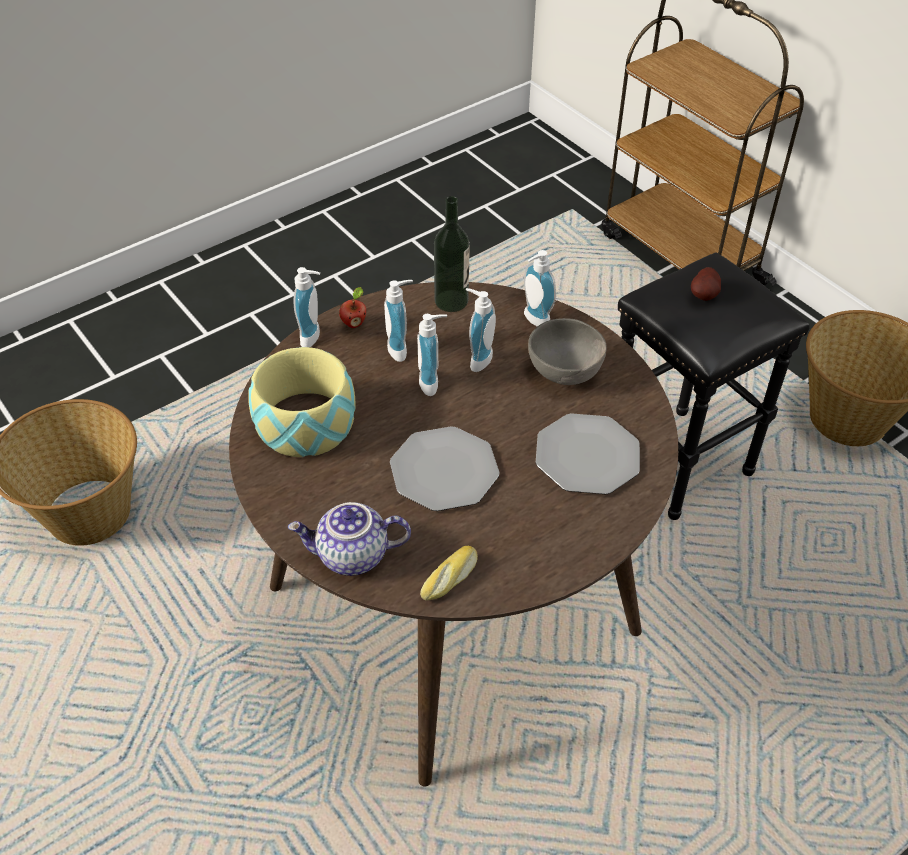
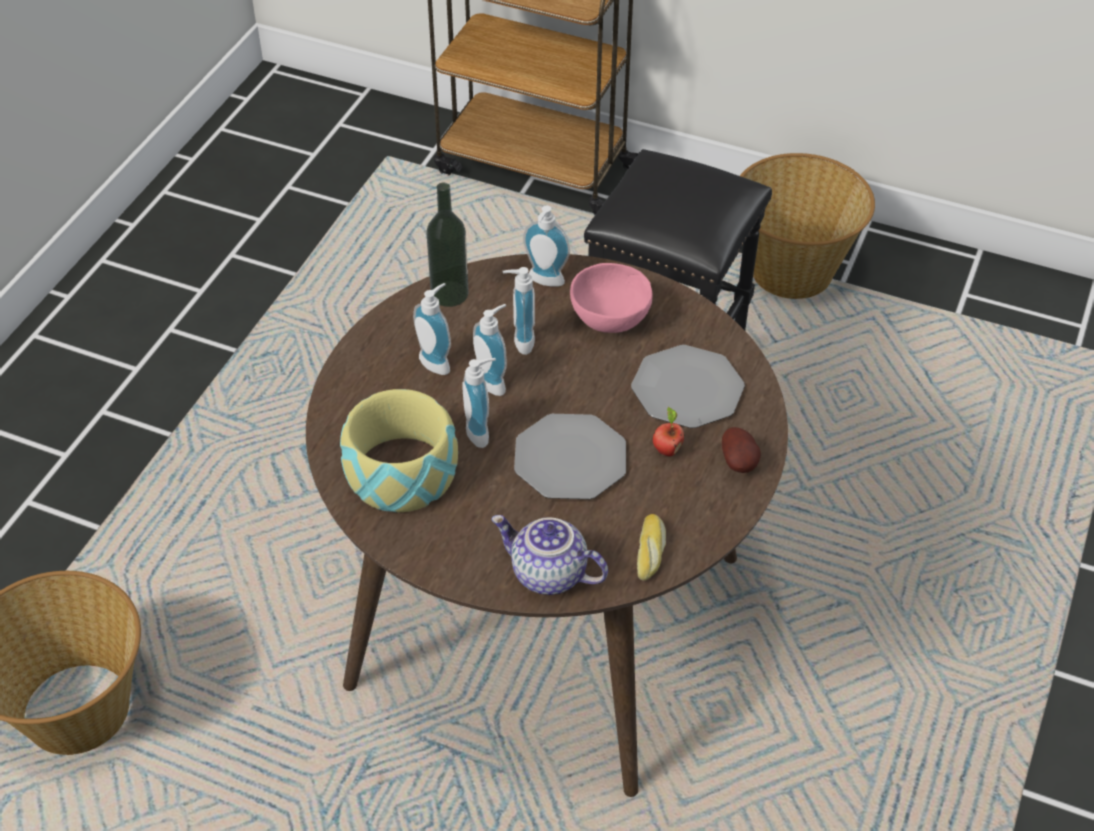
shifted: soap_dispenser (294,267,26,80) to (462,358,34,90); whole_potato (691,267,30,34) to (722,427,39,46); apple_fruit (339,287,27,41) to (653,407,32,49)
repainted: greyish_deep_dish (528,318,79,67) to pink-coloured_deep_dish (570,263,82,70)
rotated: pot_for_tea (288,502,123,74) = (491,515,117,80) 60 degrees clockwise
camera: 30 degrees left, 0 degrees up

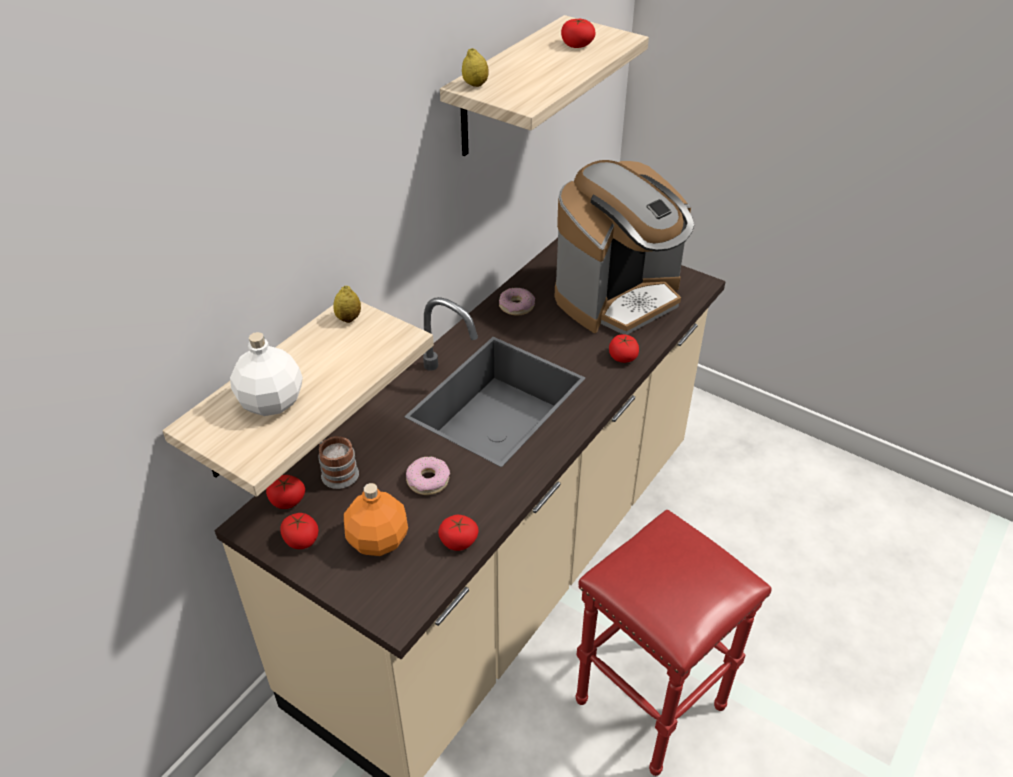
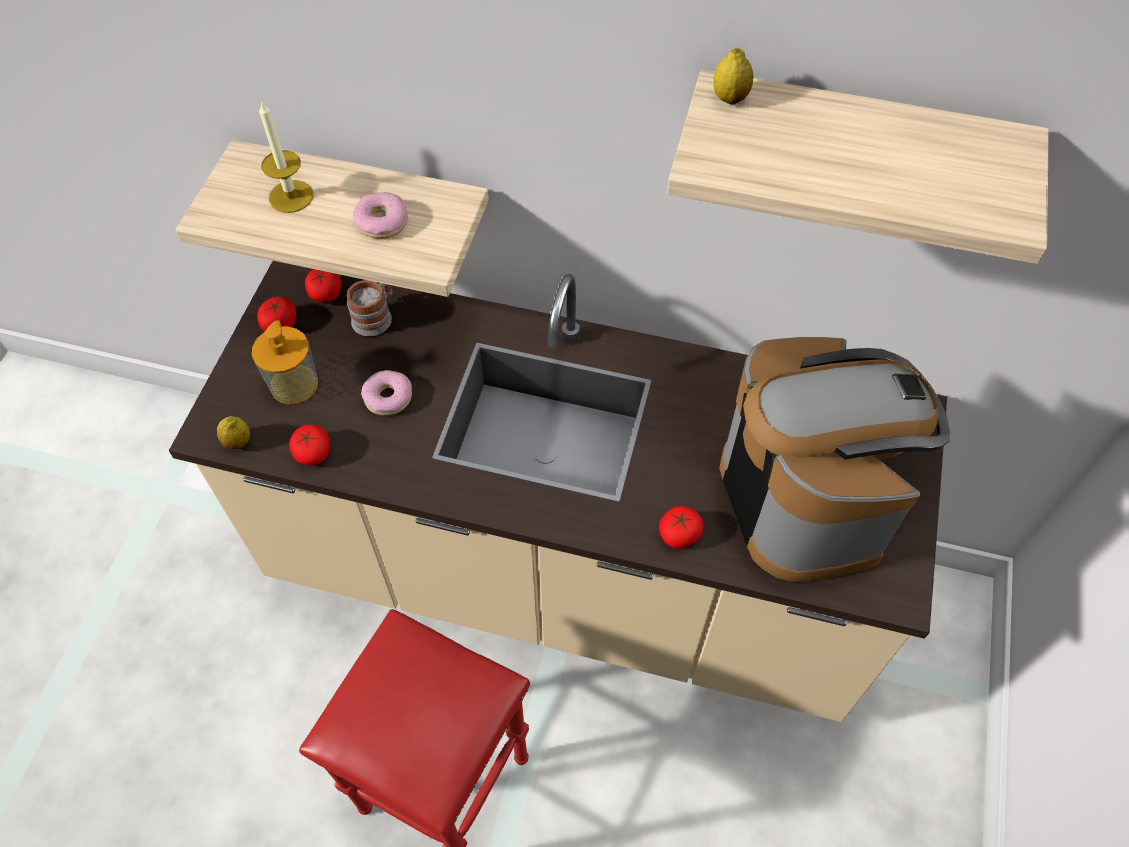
gone: tomato (561,18,35,30)
shifted: citrus_fruit (333,286,28,37) to (217,416,33,33); ring_doughnut (499,288,36,27) to (353,192,55,47)
swapped: white-coloured_drink_bottle (230,332,73,84) to wax_light (259,100,54,113); orangey_drink_bottle (344,483,64,73) to soap_dispenser (252,320,66,85)
rotated: coffee_machine (555,160,139,175) = (719,337,231,245) 135 degrees counterclockwise
camera: 70 degrees right, 15 degrees up

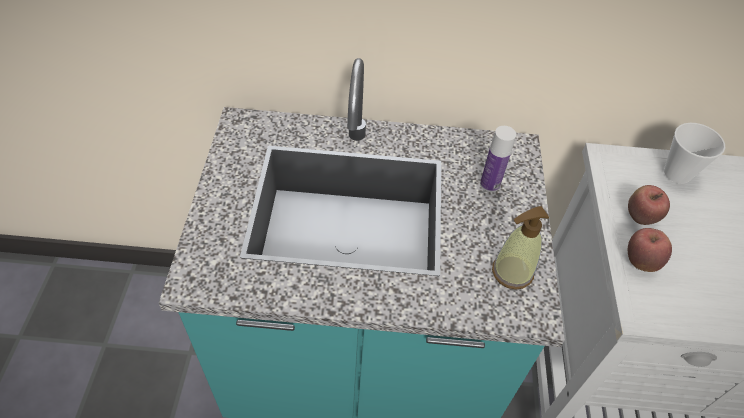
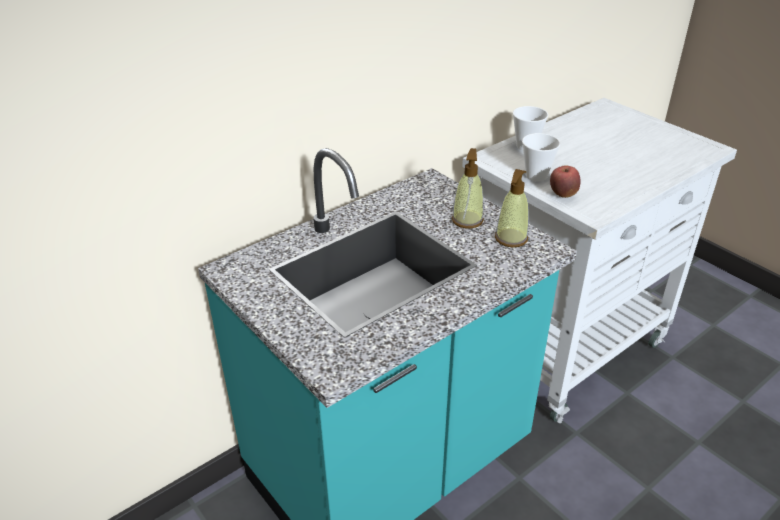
gone: drink_bottle (480,126,36,66)
new: soap_dispenser (452,148,32,80)
swapped: apple_fruit (628,185,42,40) to cup (522,133,38,49)
camera: 40 degrees left, 15 degrees down

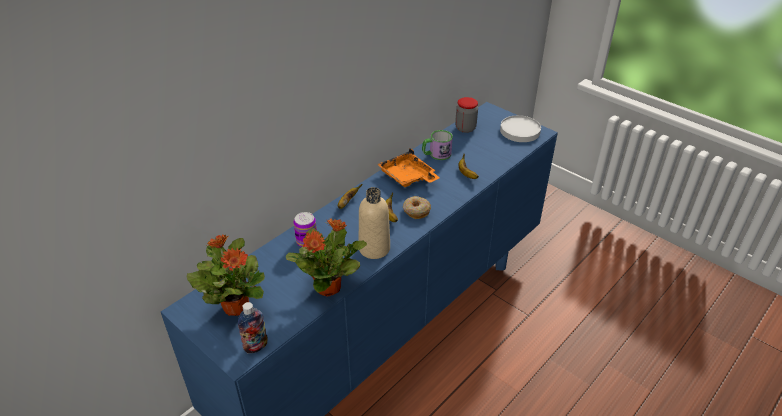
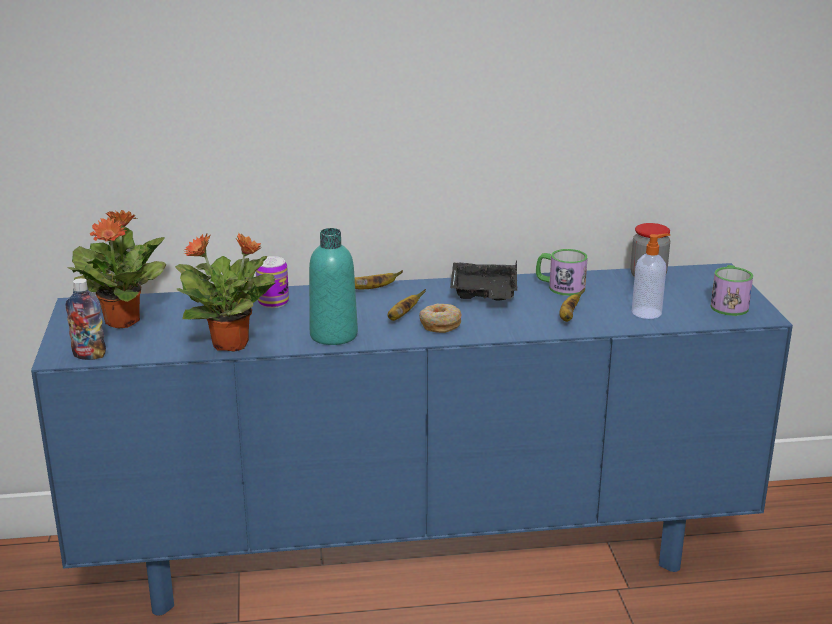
new: soap_dispenser (632,234,38,85)
swapped: white-coloured_flat_dish (500,115,41,27) to tea_mug (711,265,42,51)
repainted: orangey_serving_tray (377,149,63,38) to black-coloured_serving_tray (450,260,67,41); sand-coloured_drink_bottle (359,187,31,72) to turquoise_drink_bottle (309,228,49,117)
camera: 40 degrees right, 15 degrees down

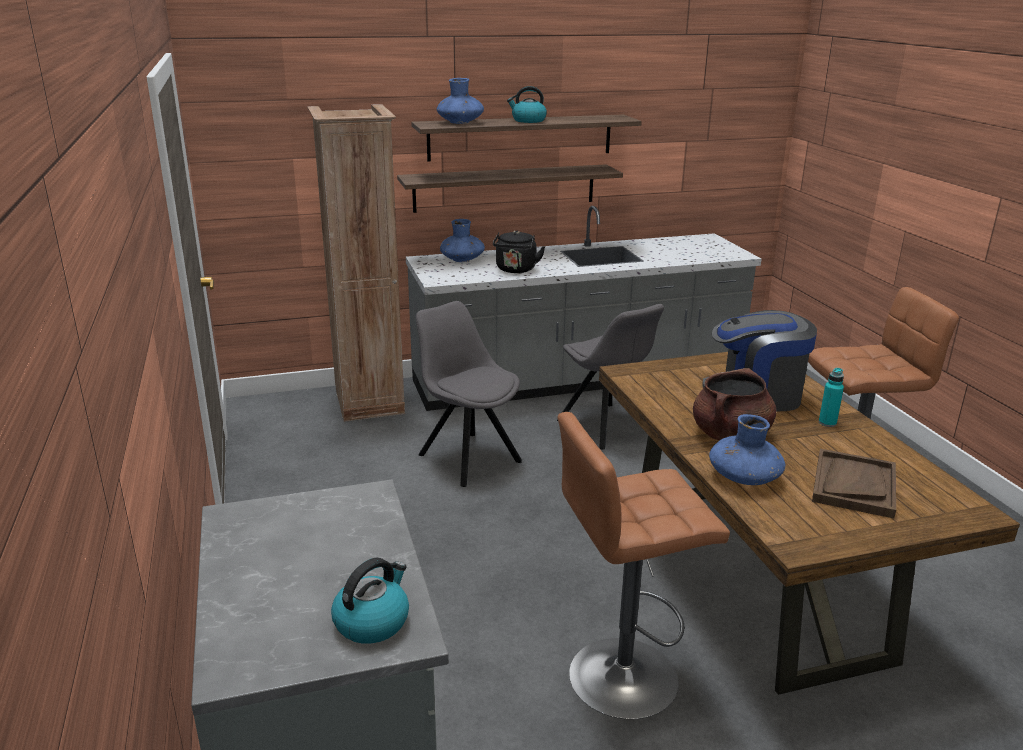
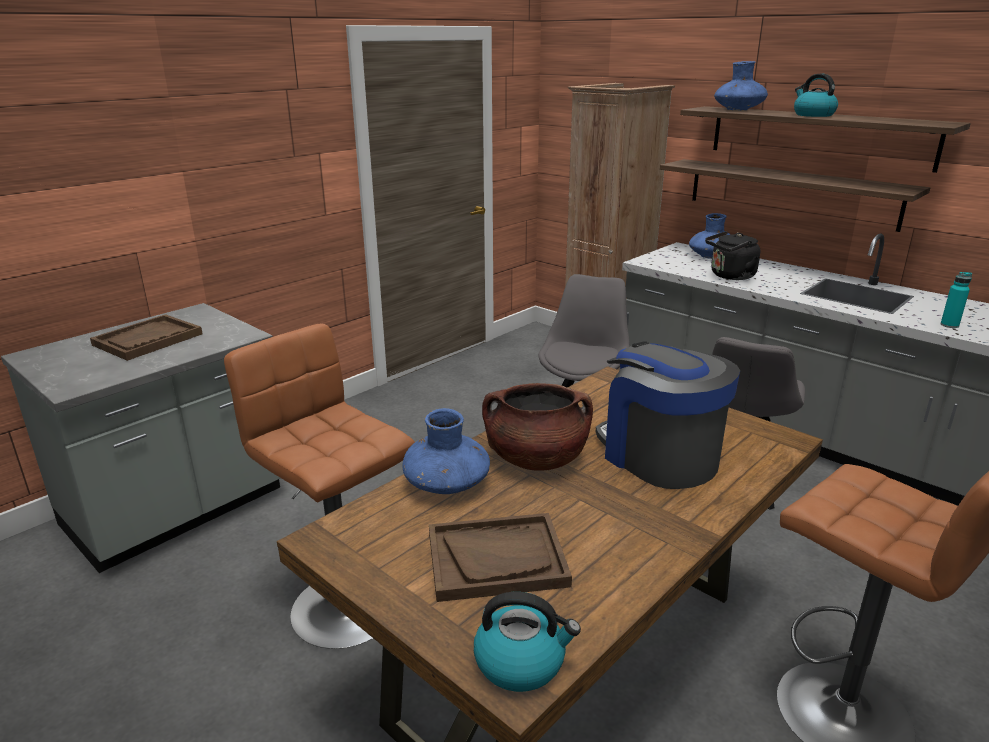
new: brown_serving_tray (90,314,113,47)
shifted: turquoise_drink_bottle (819,368,25,59) to (940,272,32,56); water_kettle (331,558,78,86) to (474,592,107,100)
camera: 60 degrees right, 0 degrees up

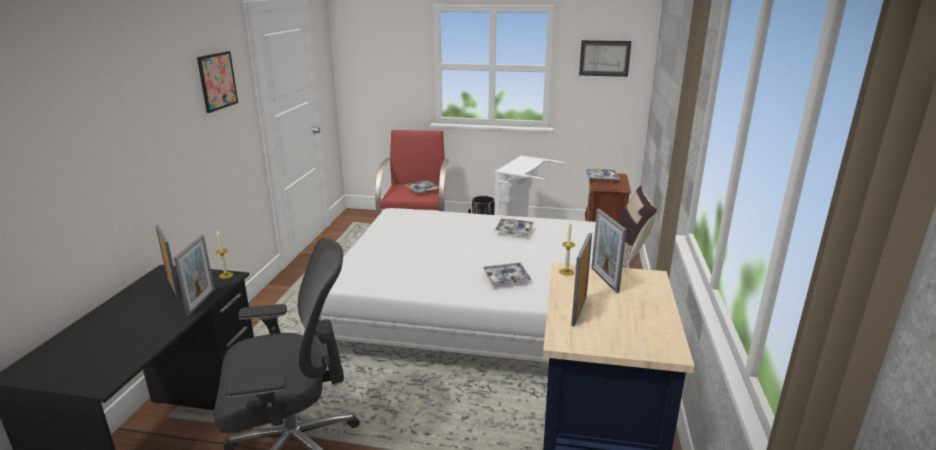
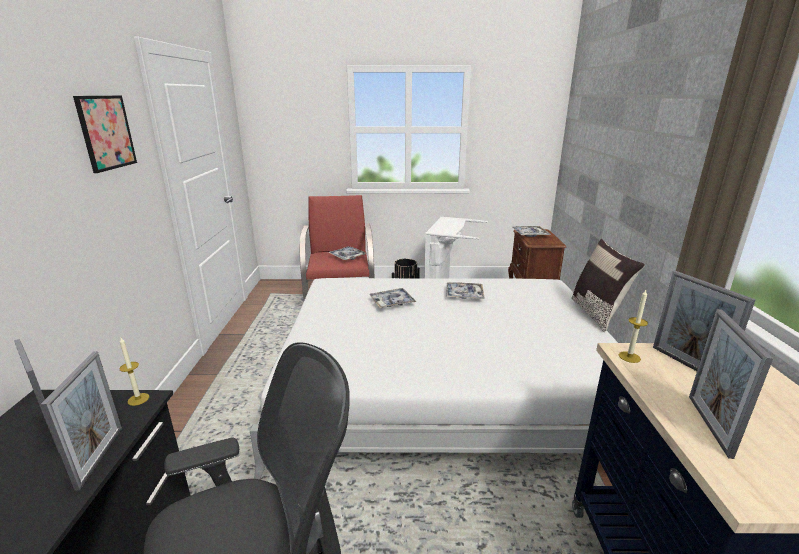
gone: wall_picture (579,40,53,37)
shifted: serving_tray (483,263,48,21) to (369,288,47,20)
camera: 10 degrees left, 0 degrees up

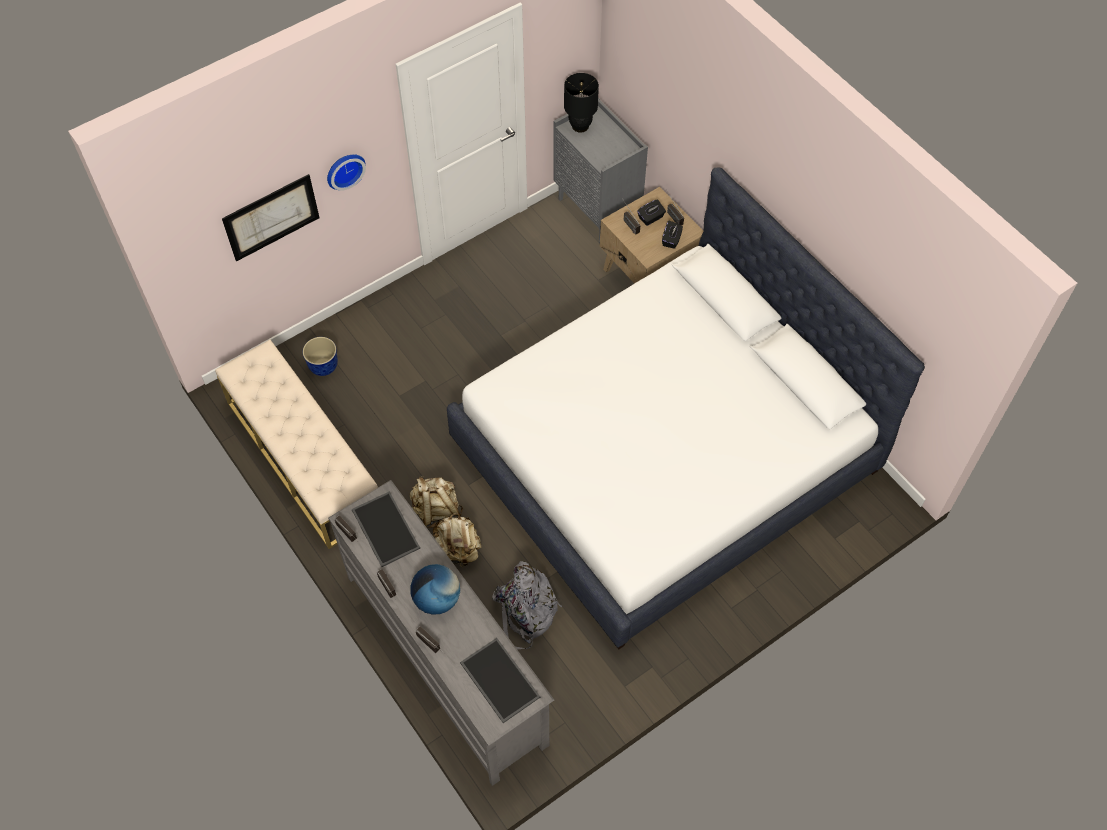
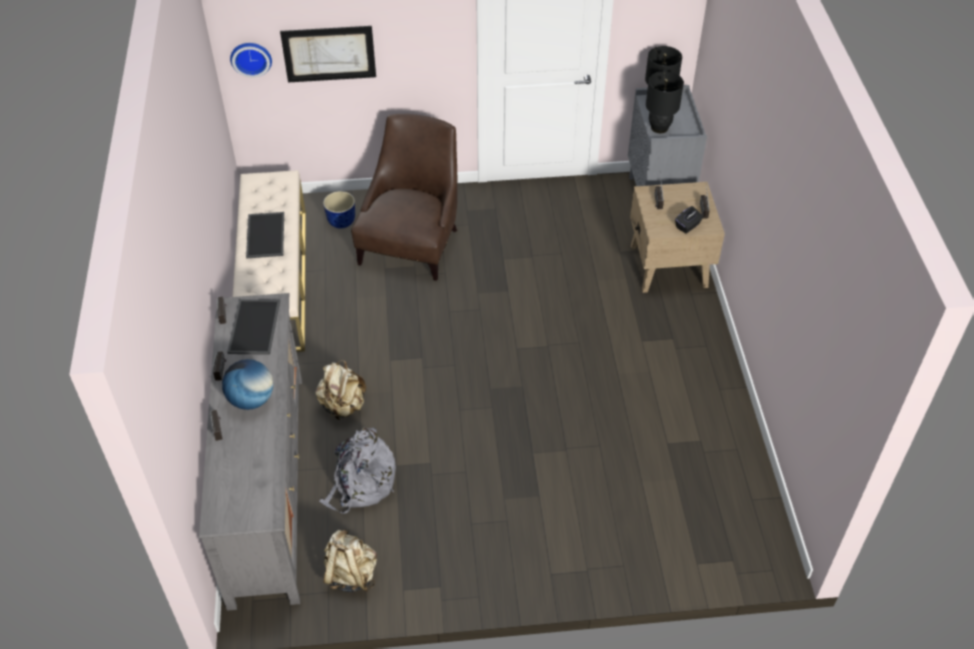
gone: white-coloured_bedroom_bed (447,167,478,483); black-coloured_box_of_tissues (637,199,29,27)
new: black-coloured_tabletop_lamp (646,71,38,62); brown_armchair (351,114,107,167)
shifted: hanging_clock (327,154,39,37) to (230,43,42,35); sand-coloured_backpack (410,476,53,52) to (323,529,54,63); serving_tray (460,638,80,85) to (246,212,38,47)
camera: 30 degrees right, 10 degrees down

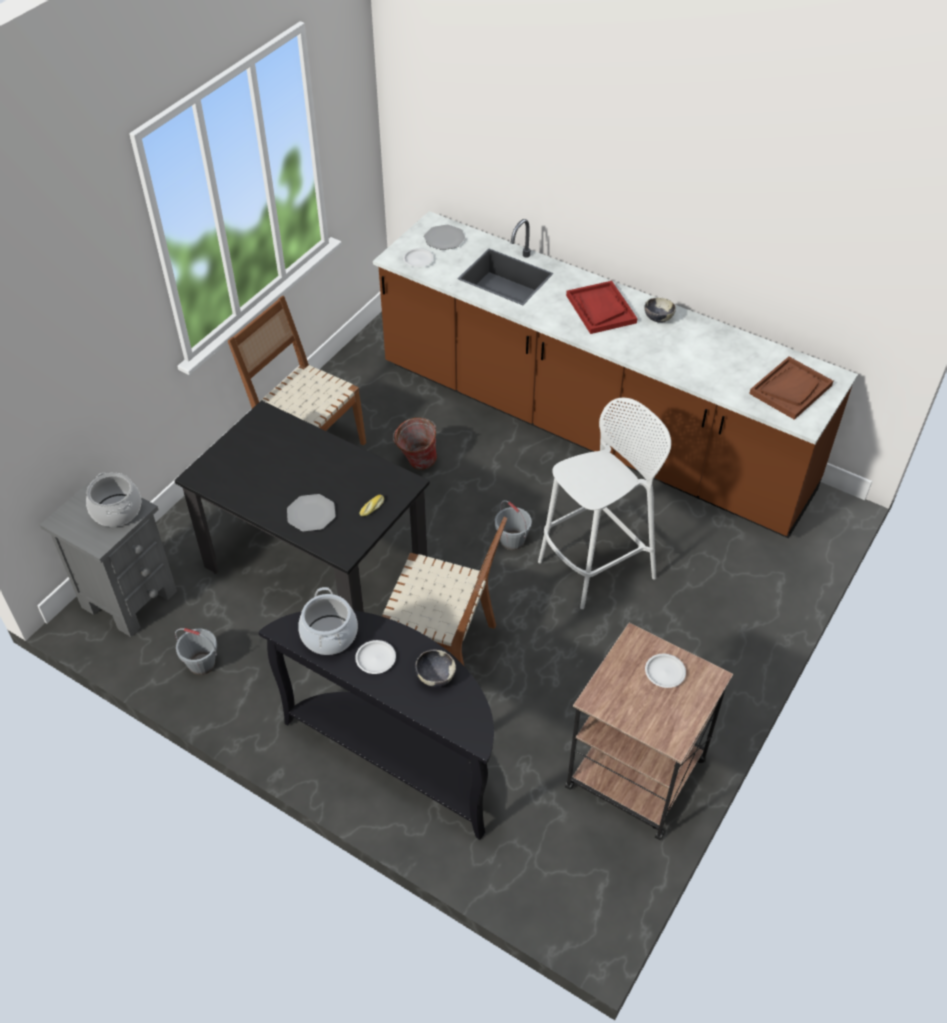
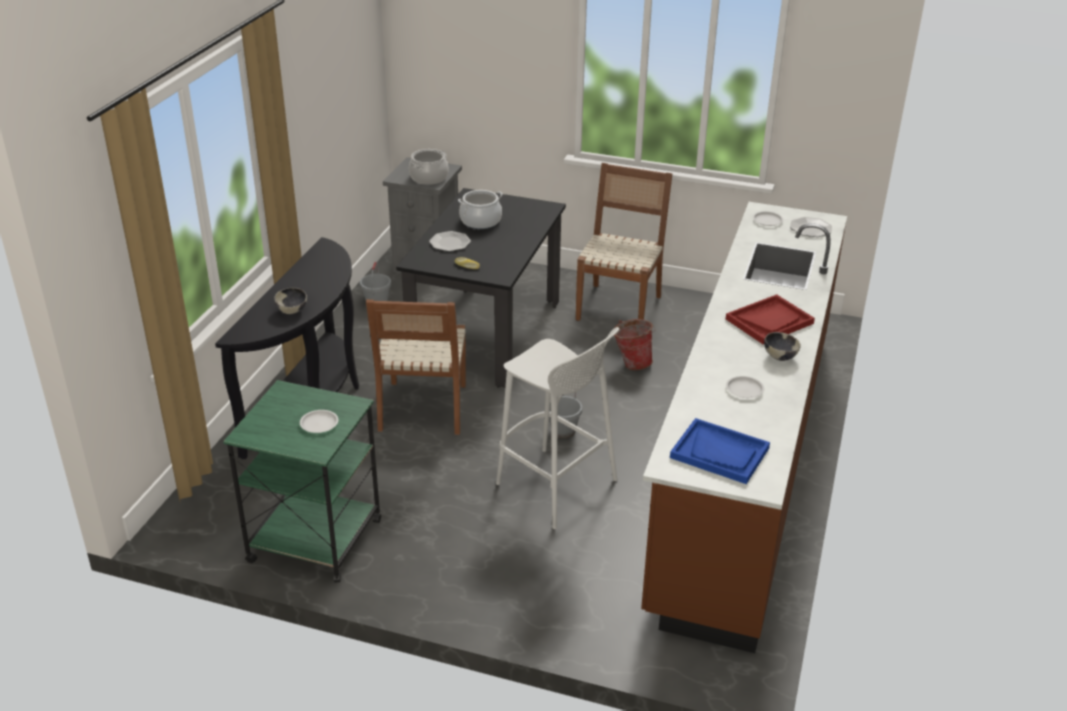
shifted: stockpot (298,587,60,68) to (458,190,45,39); white-coloured_flat_dish (355,640,41,34) to (726,376,38,22)
repainted: brown_serving_tray (749,357,84,63) to blue_serving_tray (670,418,100,66); brown_trolley (565,623,168,217) to greenish_trolley (223,380,158,202)
camera: 75 degrees right, 15 degrees down

